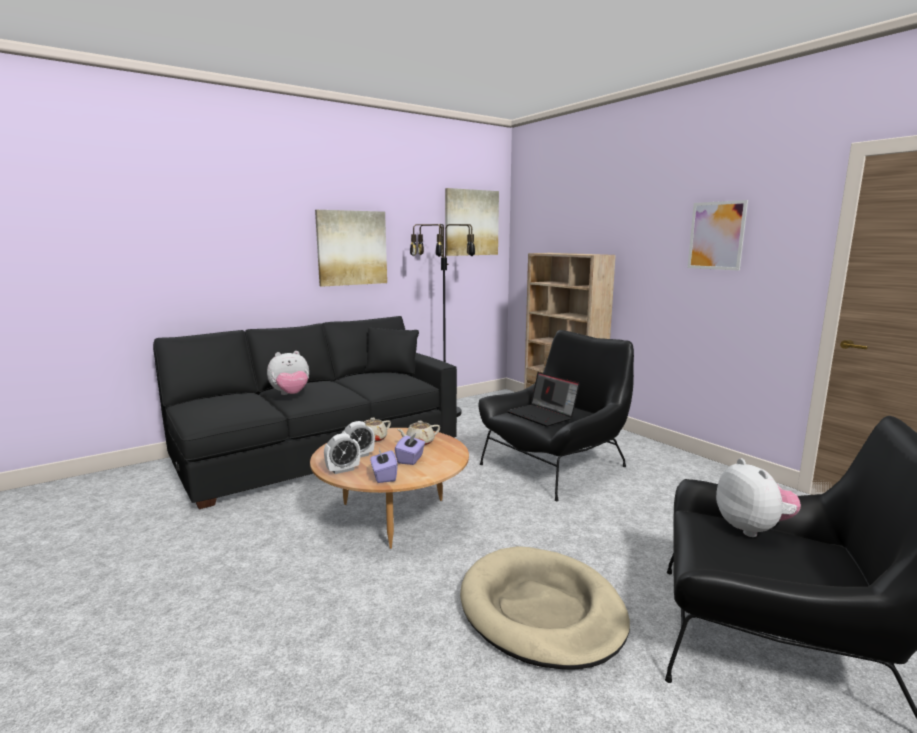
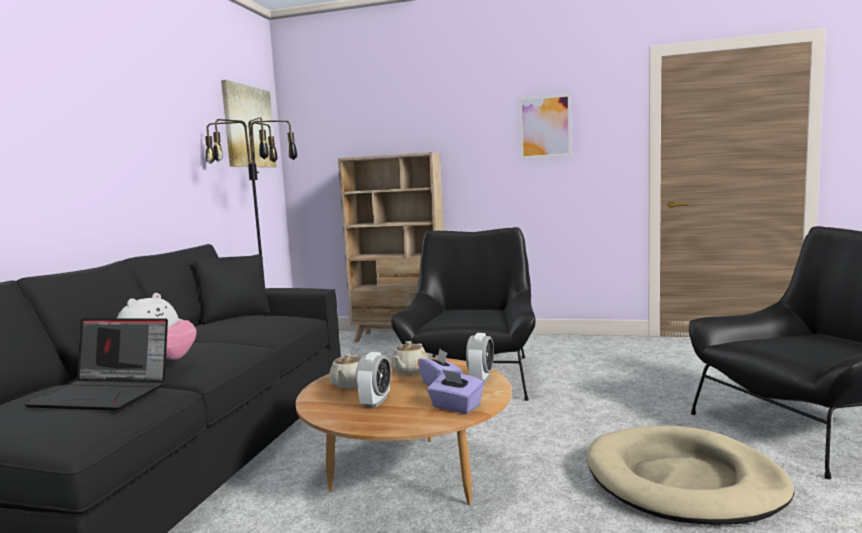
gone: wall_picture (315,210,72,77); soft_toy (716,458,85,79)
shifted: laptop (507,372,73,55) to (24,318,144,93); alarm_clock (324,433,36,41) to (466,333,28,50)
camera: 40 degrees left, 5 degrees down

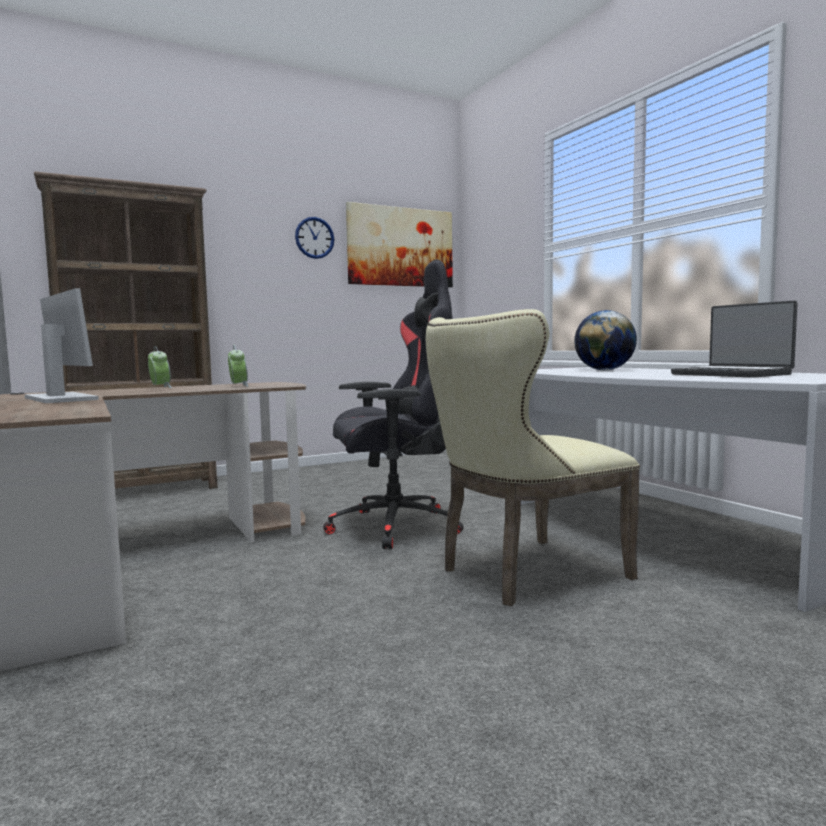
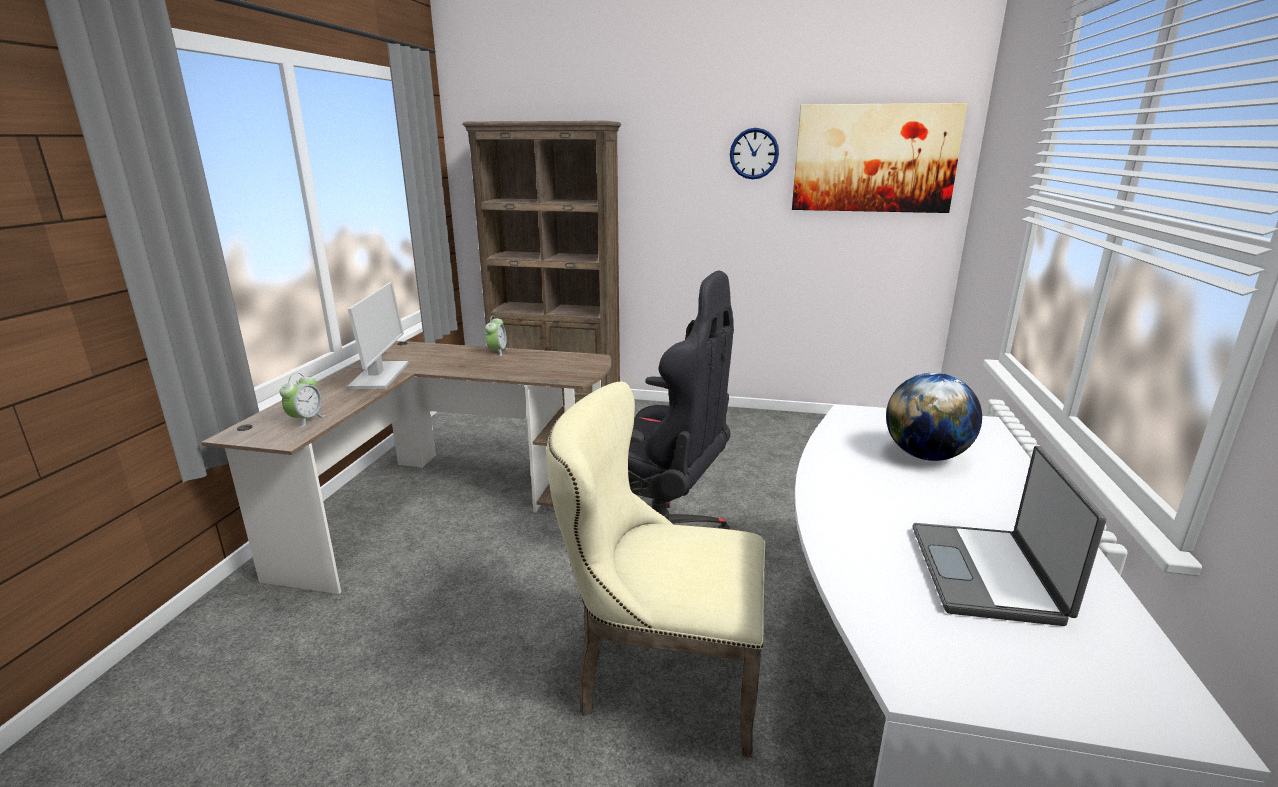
shifted: alarm_clock (228,345,21,42) to (280,373,46,55)
camera: 40 degrees right, 15 degrees up

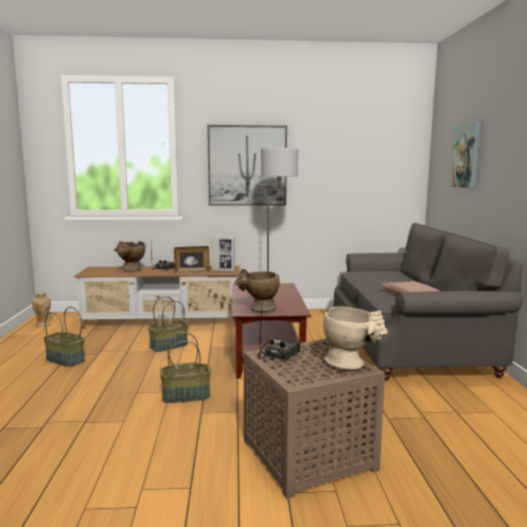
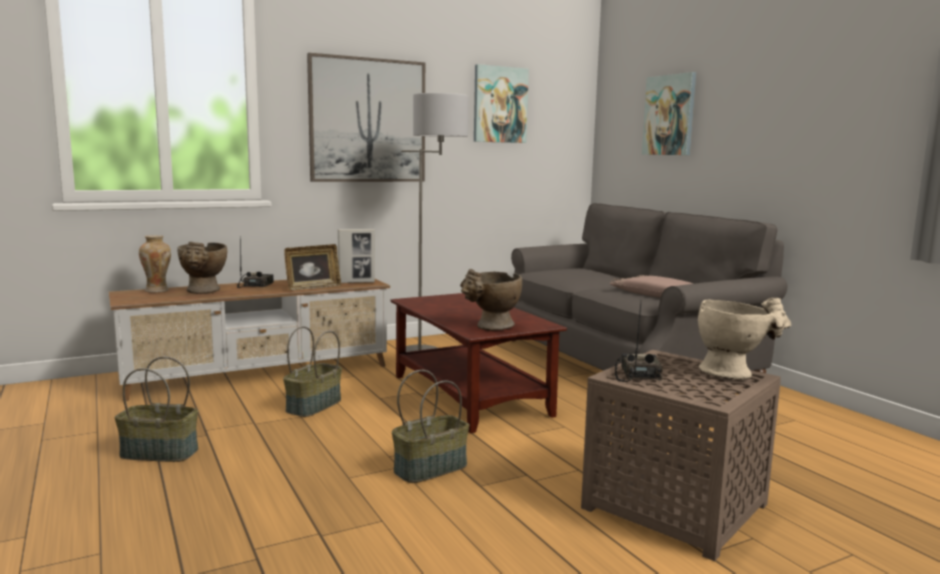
new: wall_picture (474,64,55,79)
shifted: flower_vase (32,293,19,34) to (139,235,32,58)
camera: 25 degrees left, 0 degrees up

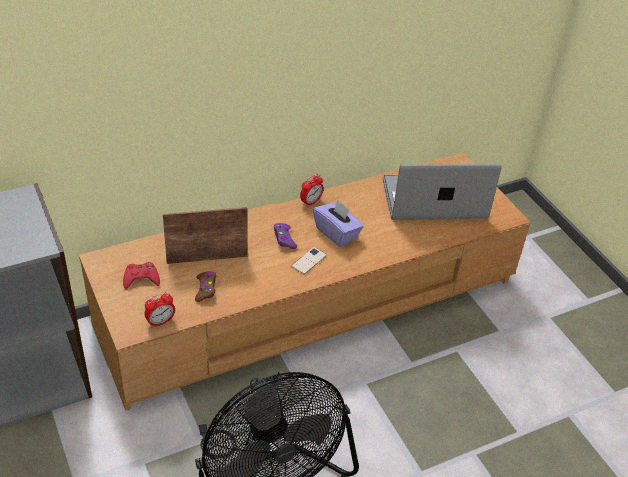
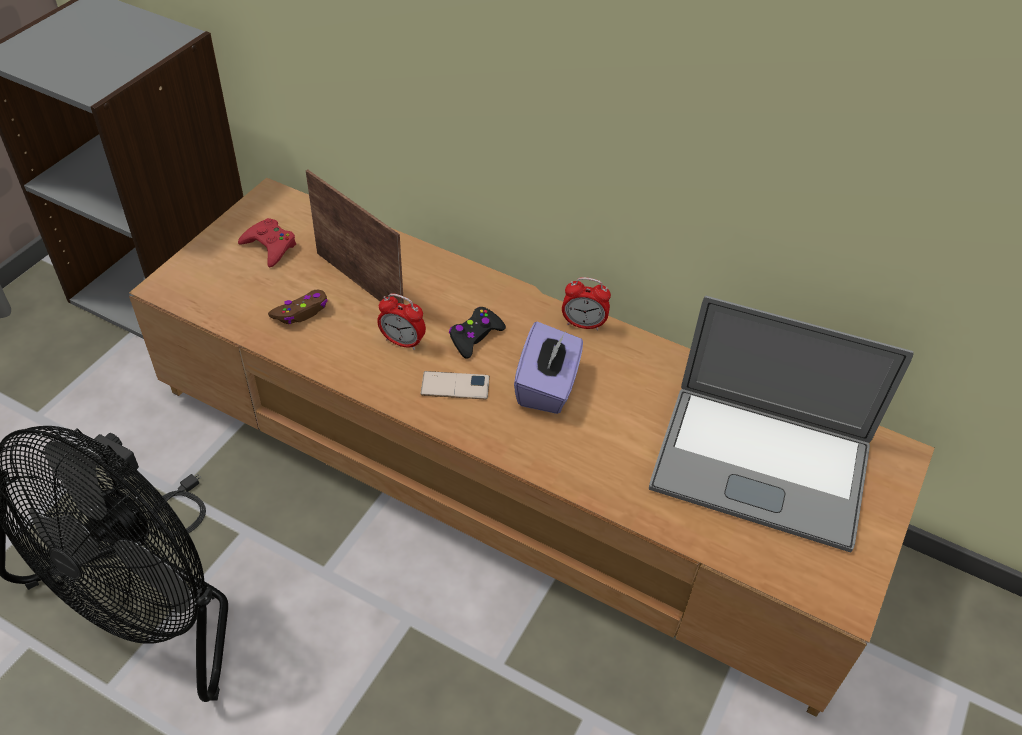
shifted: alarm_clock (145,292,30,36) to (377,293,49,57)
repainted: purplish_gamepad (274,223,23,26) to black-coloured_gamepad (449,307,57,52)
rotated: laptop (383,164,119,56) = (649,296,265,257) 150 degrees clockwise
camera: 55 degrees right, 5 degrees up

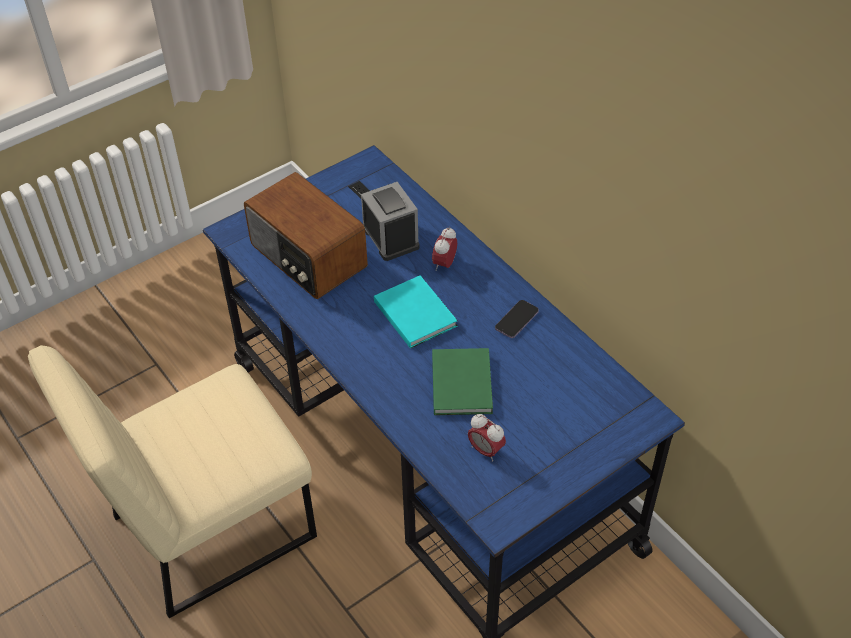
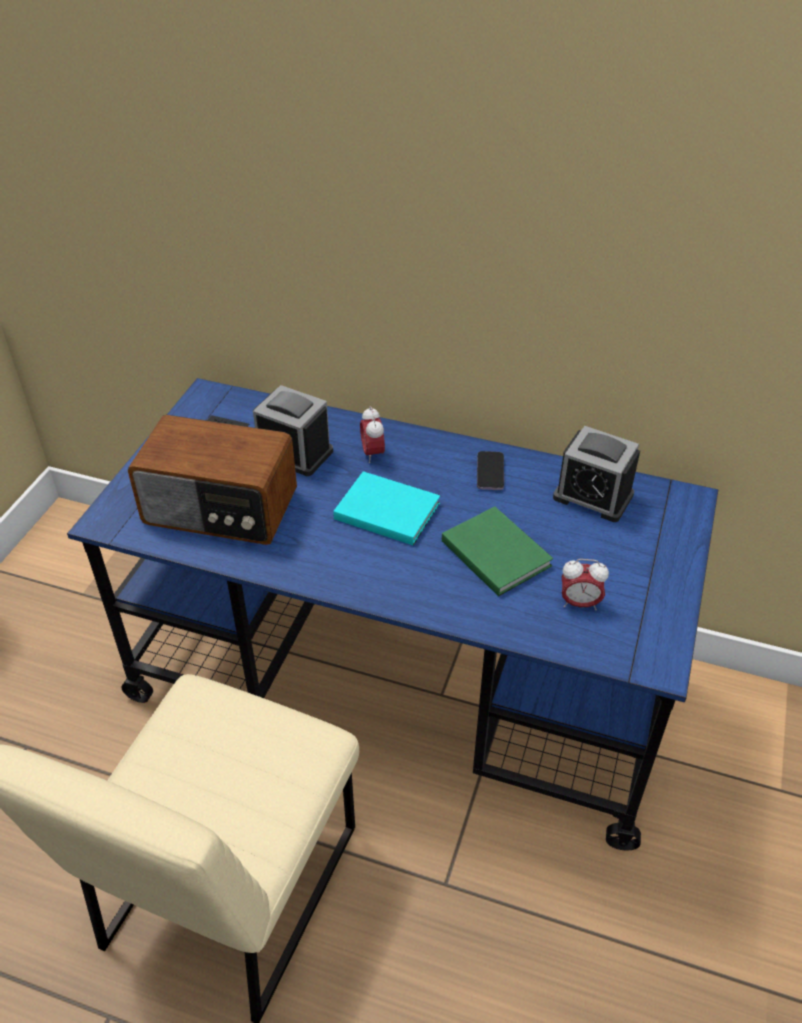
new: alarm_clock (553,426,87,96)
camera: 35 degrees left, 5 degrees down

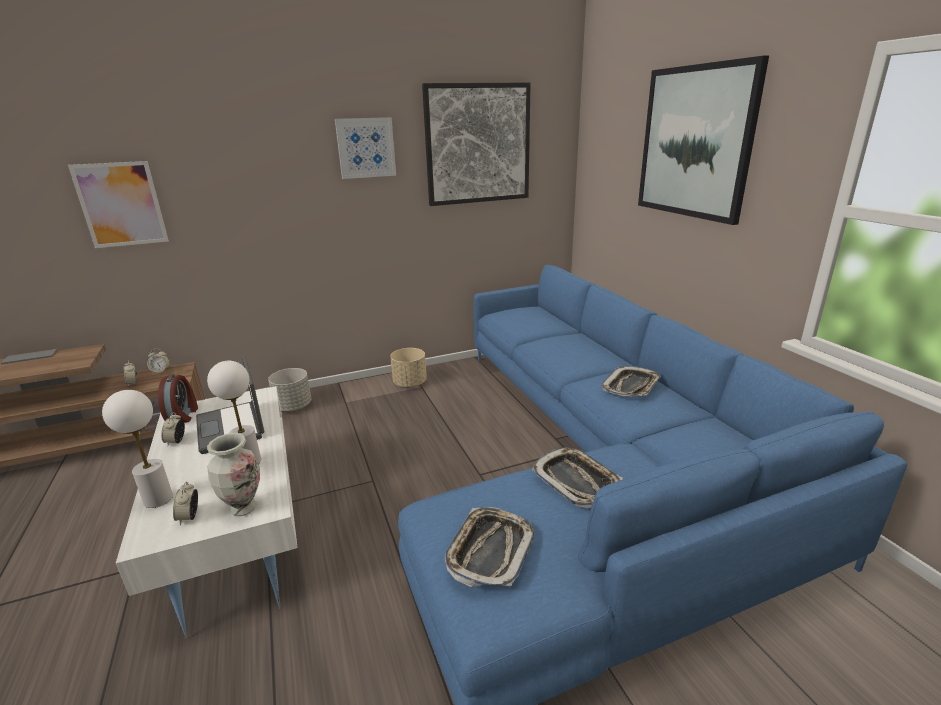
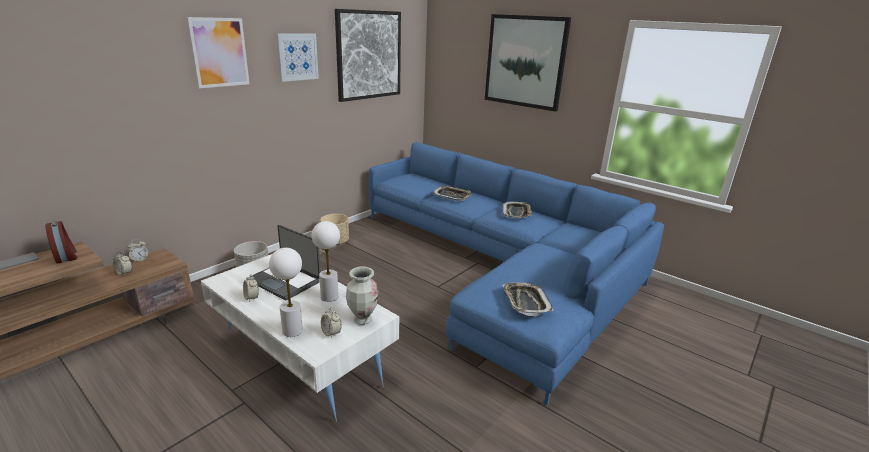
shifted: wall_picture (68,161,101,87) to (187,17,63,71); alarm_clock (158,374,40,49) to (45,221,32,42); serving_tray (532,447,91,61) to (434,186,38,15)
camera: 30 degrees left, 0 degrees up

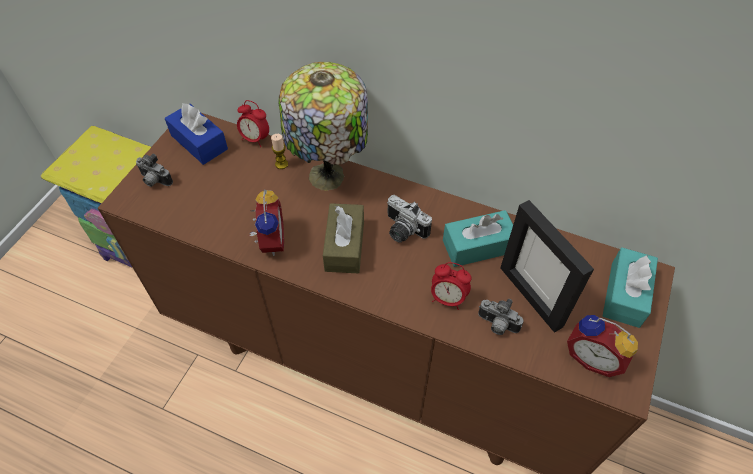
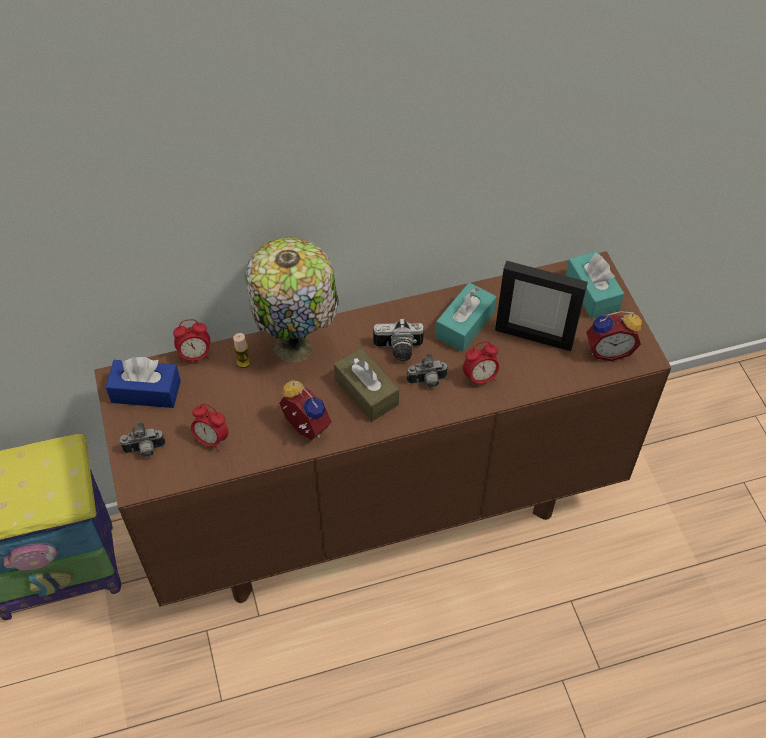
new: alarm_clock (191,404,37,47)
shifted: photo_camera (478,299,46,36) to (407,353,41,35)
camera: 40 degrees left, 0 degrees up

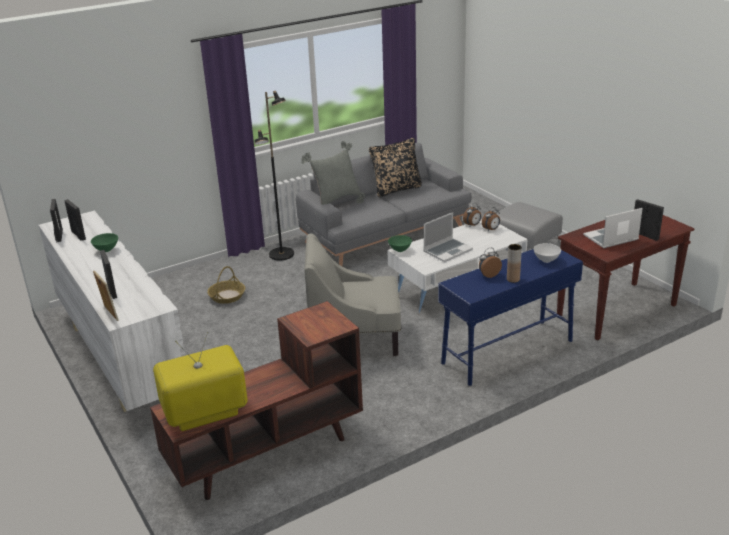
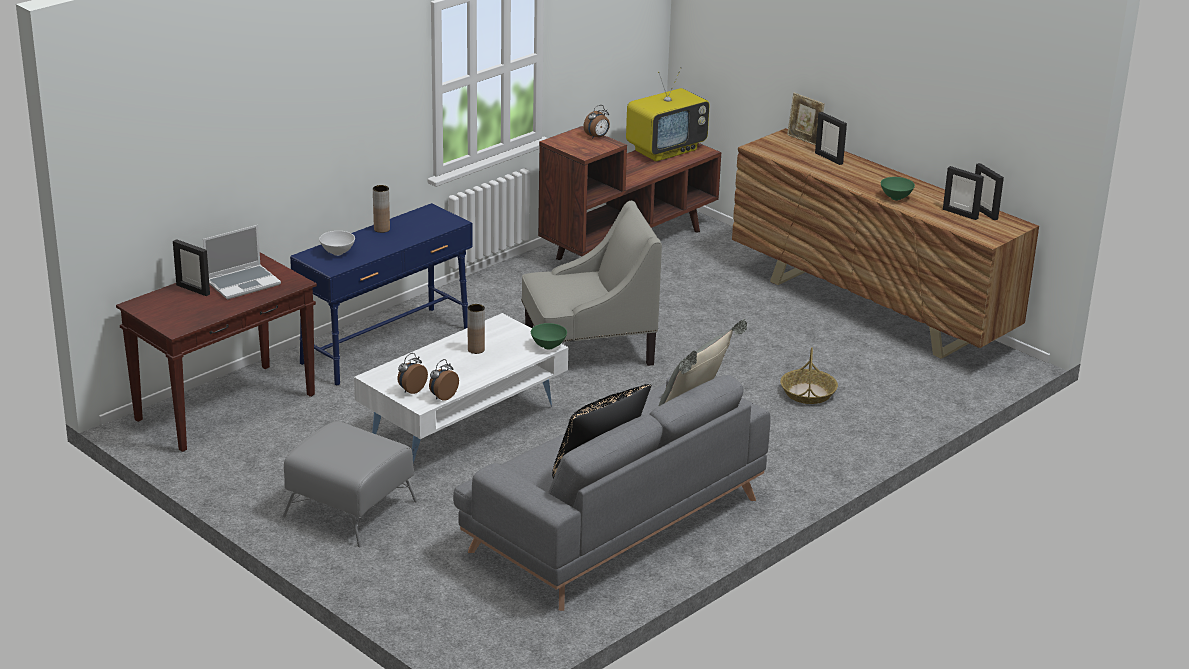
gone: black-coloured_floor_lamp (255,90,39,171)
shifted: alarm_clock (479,248,23,30) to (583,105,27,34)
swapped: laptop (424,212,49,50) to brown_flower_vase (467,304,18,50)
repainted: white-coloured_storage_cabinet (39,211,147,201) to brown_storage_cabinet (732,128,307,231)
camera: 165 degrees right, 0 degrees up

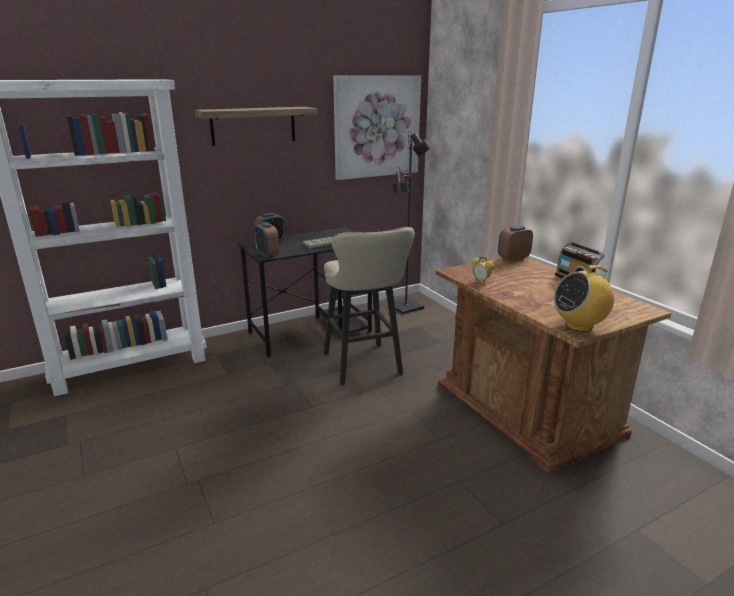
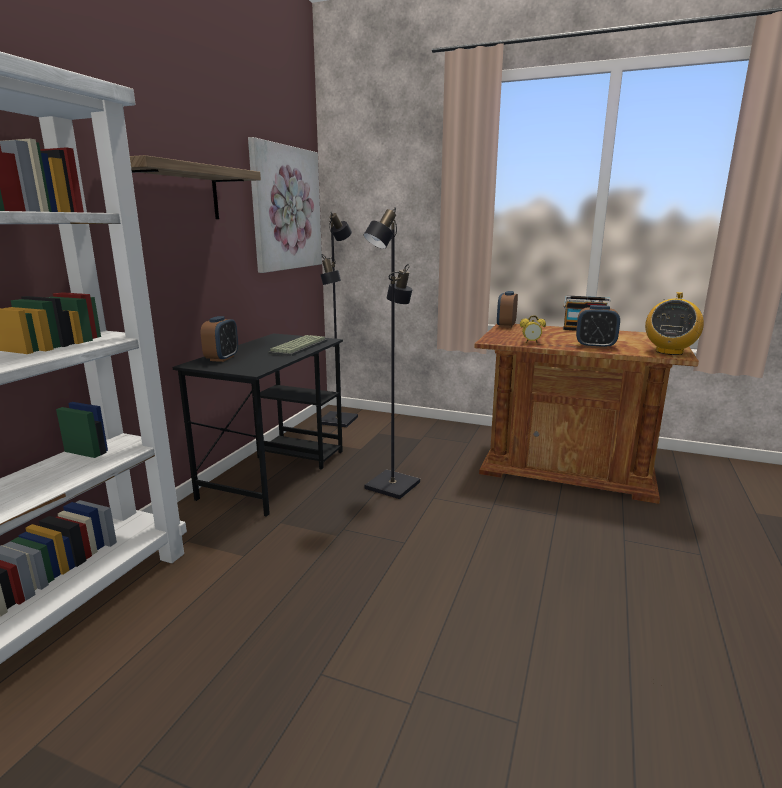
shifted: alarm_clock (254,222,25,35) to (576,305,44,44)
swapped: sand-coloured_stool (323,227,92,158) to black-coloured_floor_lamp (364,207,56,292)
camera: 40 degrees left, 5 degrees down

